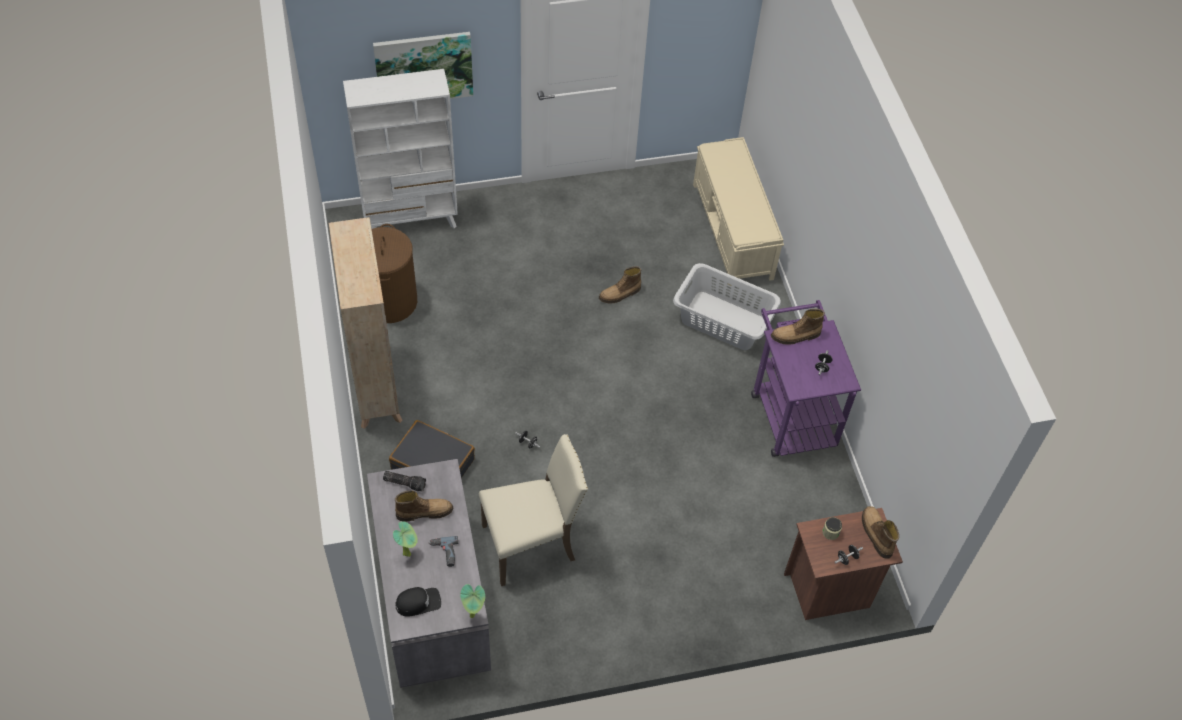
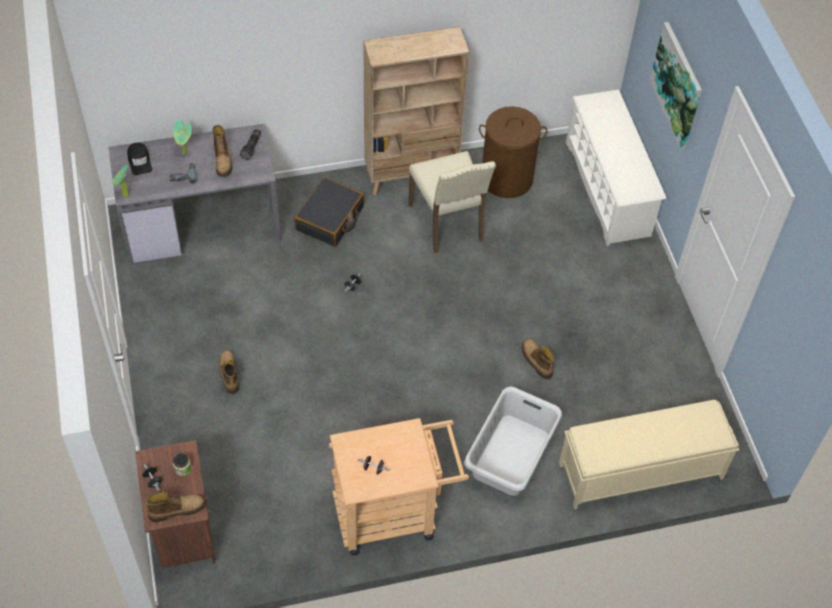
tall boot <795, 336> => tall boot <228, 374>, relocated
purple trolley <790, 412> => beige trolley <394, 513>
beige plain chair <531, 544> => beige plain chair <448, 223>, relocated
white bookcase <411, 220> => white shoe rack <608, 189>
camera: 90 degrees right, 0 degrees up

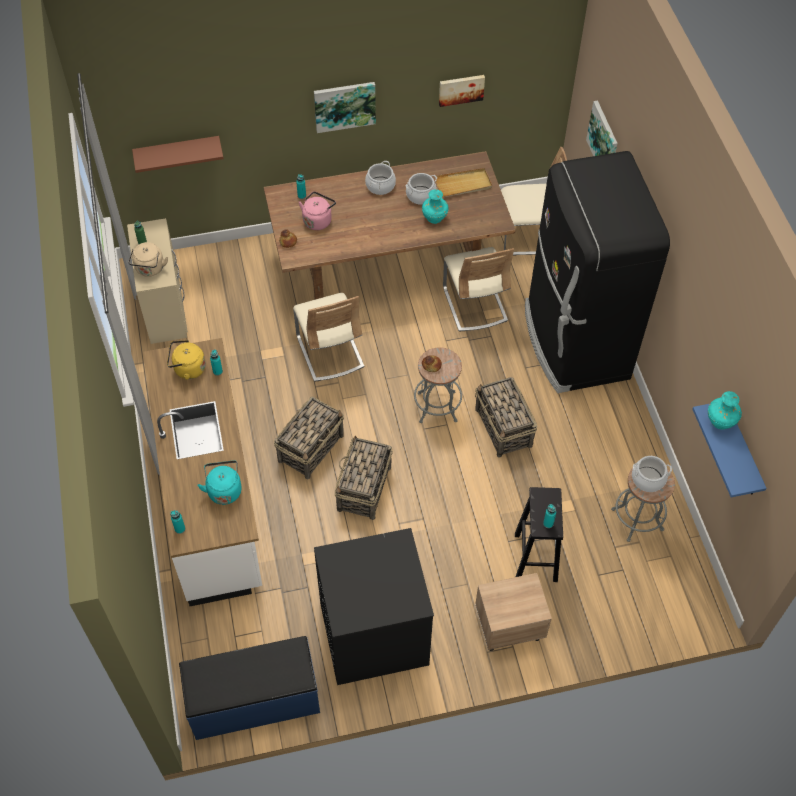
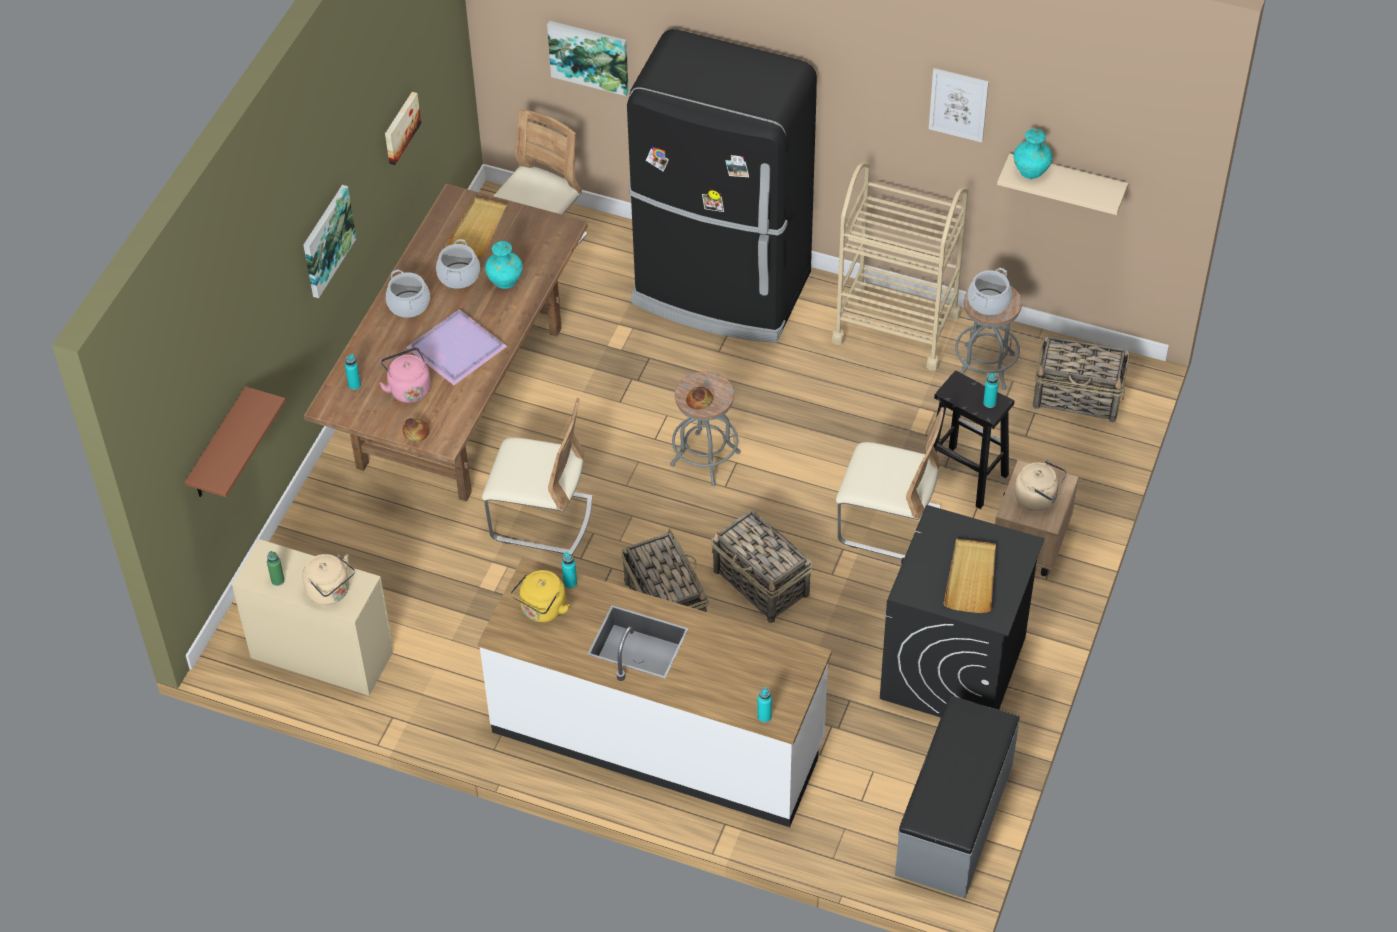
nothing => purple carrying tray <454, 349>
nothing => beige trolley <896, 327>
beige plain chair <474, 304> => beige plain chair <888, 525>, relocated
bluish bench <254, 701> => gray bench <955, 819>
nothing => wall art <958, 104>
nothing => beige carrying tray <971, 578>
bluish bracket shelf <741, 452> => beige bracket shelf <1066, 182>
nothing => beige tea kettle <1038, 498>
storage basket <503, 428> => storage basket <1078, 397>, relocated
blue-green tea kettle <224, 490> => nothing
camera: 55 degrees left, 5 degrees down

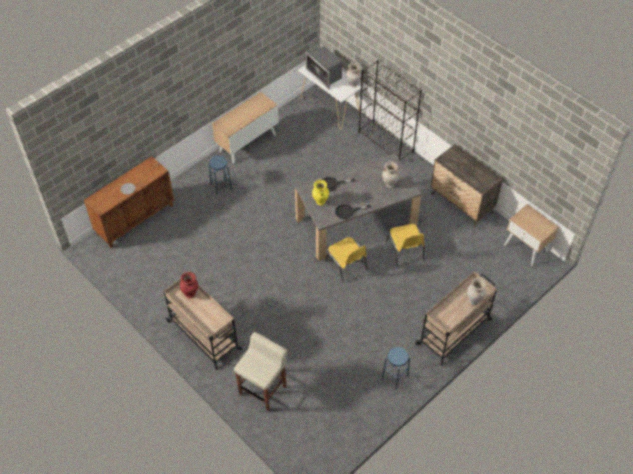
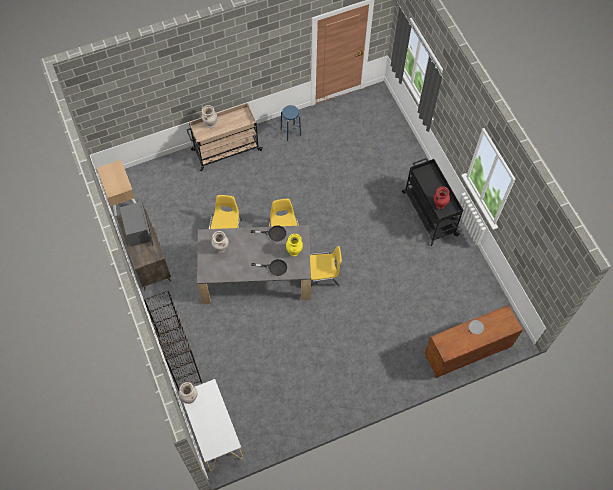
kitchen microwave <324, 74> => kitchen microwave <138, 230>, relocated
nothing => yellow-coloured plain chair <322, 275>
beige trolley <205, 336> => blackish trolley <428, 213>
bluish stool seat <221, 186> => nothing
cabinet <247, 142> => nothing
beige stool seat <263, 389> => nothing
camera: 160 degrees left, 10 degrees up

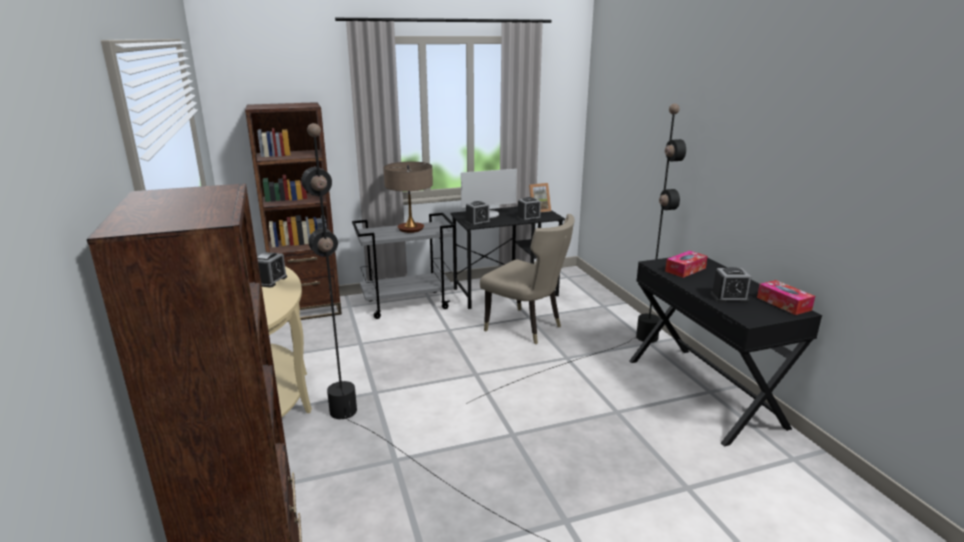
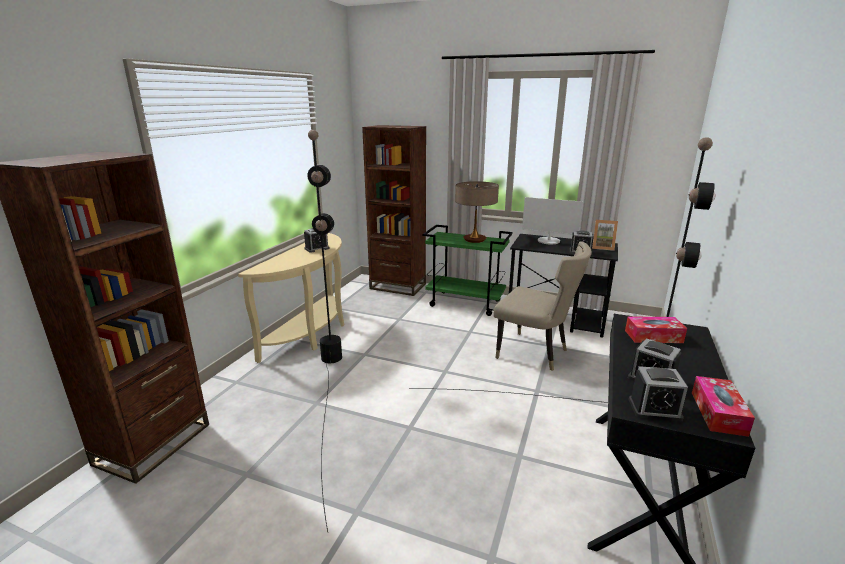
gray trolley <408, 304> => green trolley <466, 303>
beige plain chair <527, 328> => beige plain chair <535, 353>, 45 degrees counterclockwise
alarm clock <477, 222> => alarm clock <654, 409>, relocated
camera: 40 degrees right, 0 degrees up

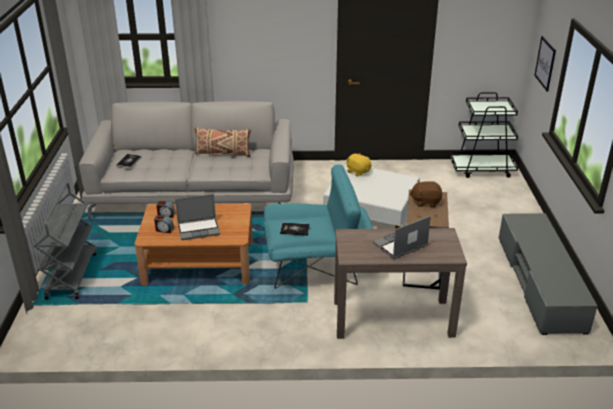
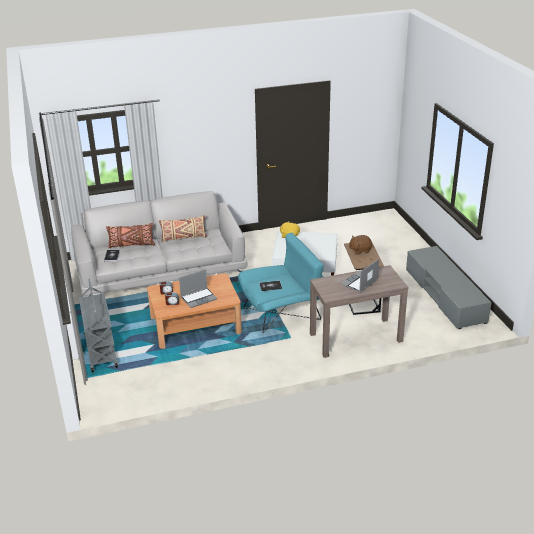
nothing => brown-coloured pillow <131, 245>
blackish trolley <482, 169> => nothing
wall art <545, 63> => nothing
camera: 15 degrees left, 0 degrees up

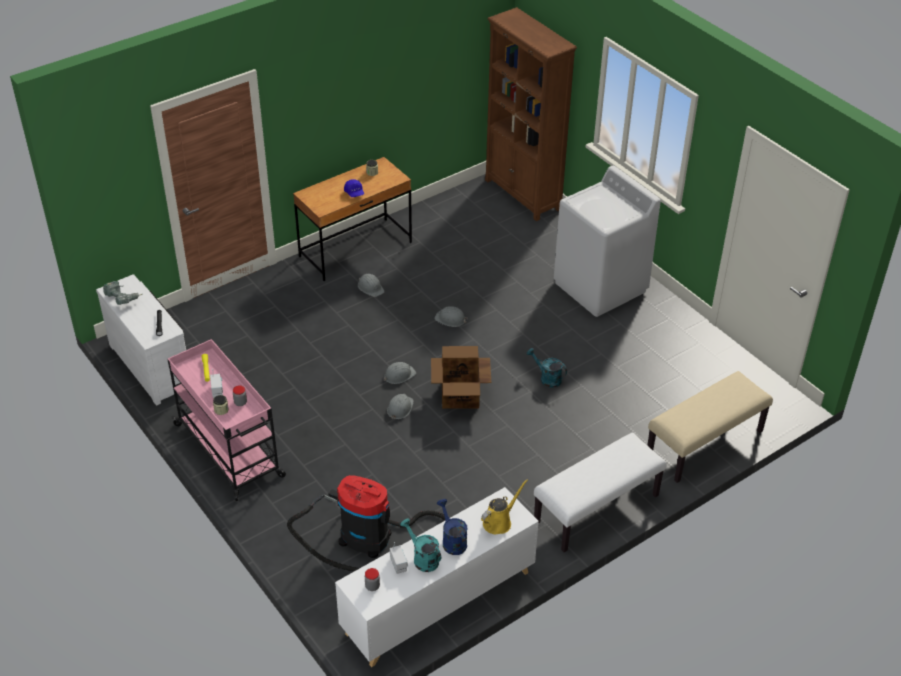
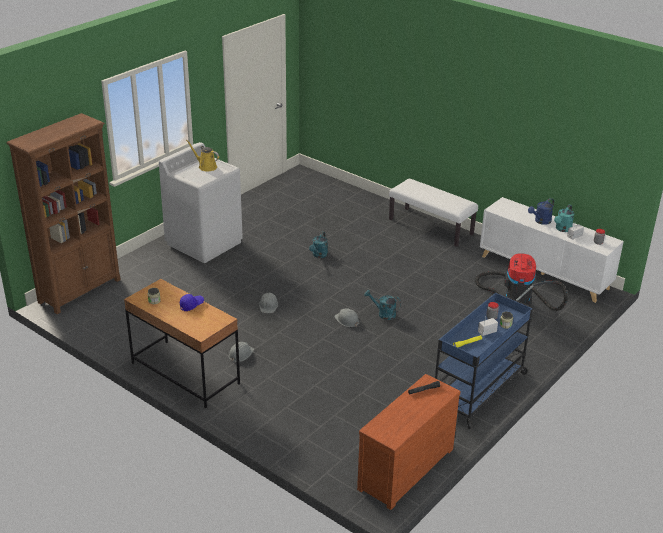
yellow-coloured watering can <499, 521> => yellow-coloured watering can <206, 167>, relocated
white chest of drawers <152, 365> => brown-coloured chest of drawers <403, 467>
gray work helmet <400, 408> => blue-green watering can <383, 314>
pink-coloured trolley <230, 451> => bluish trolley <478, 390>
power drill <123, 298> => nothing
cardboard box <460, 396> => nothing
beige bench <705, 444> => nothing
camera: 105 degrees left, 10 degrees down

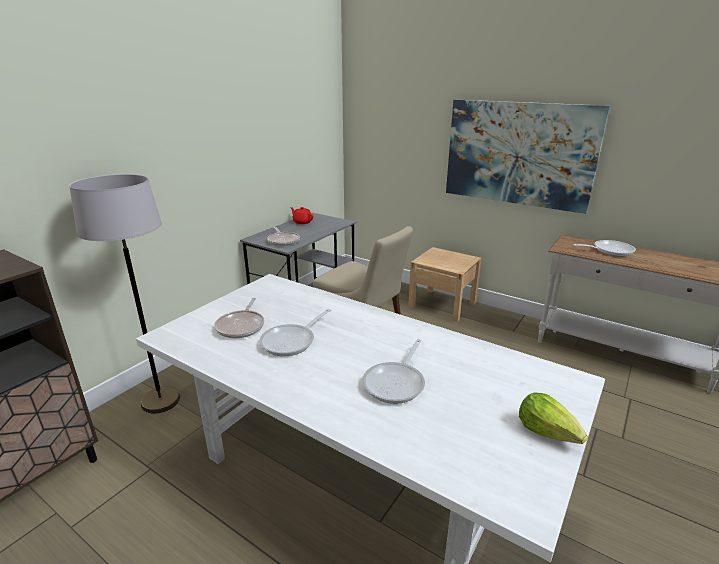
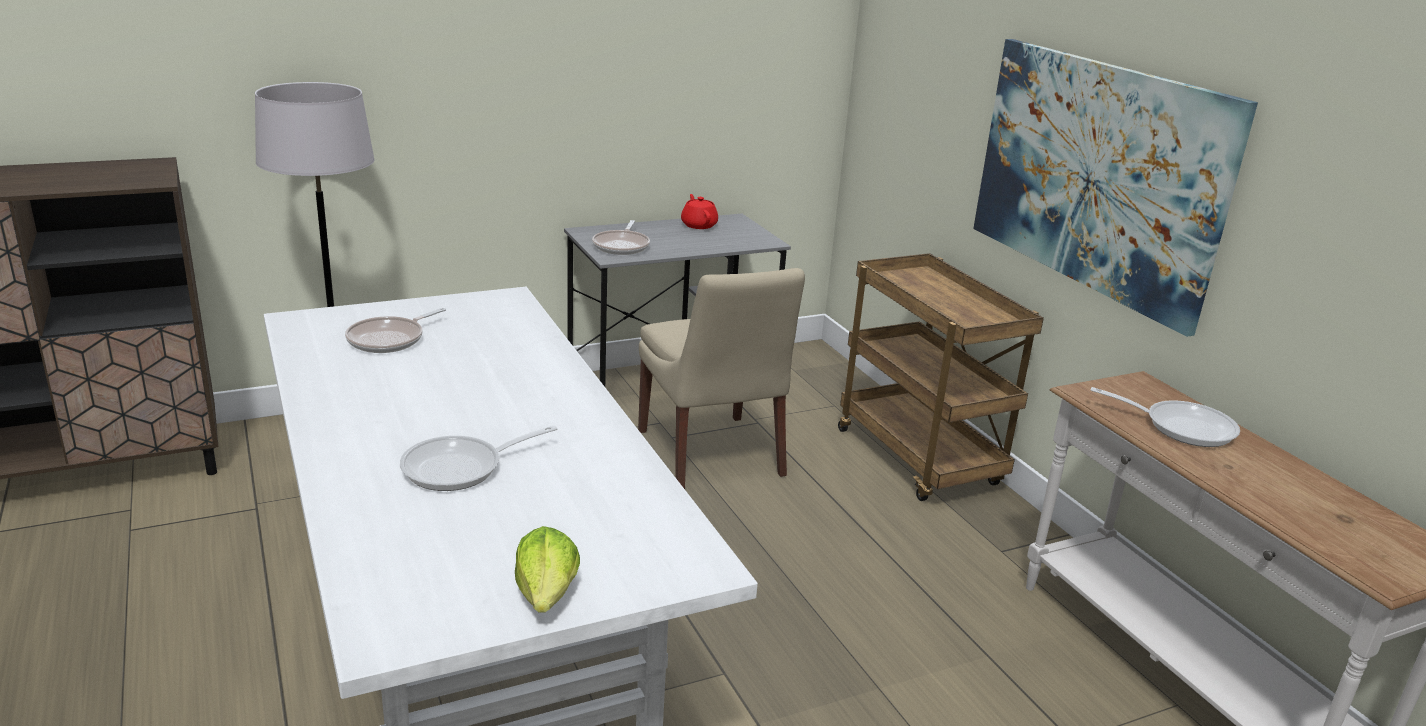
beige bedside table <442, 304> => brown-coloured trolley <920, 459>
frying pan <292, 341> => nothing
camera: 30 degrees right, 0 degrees up

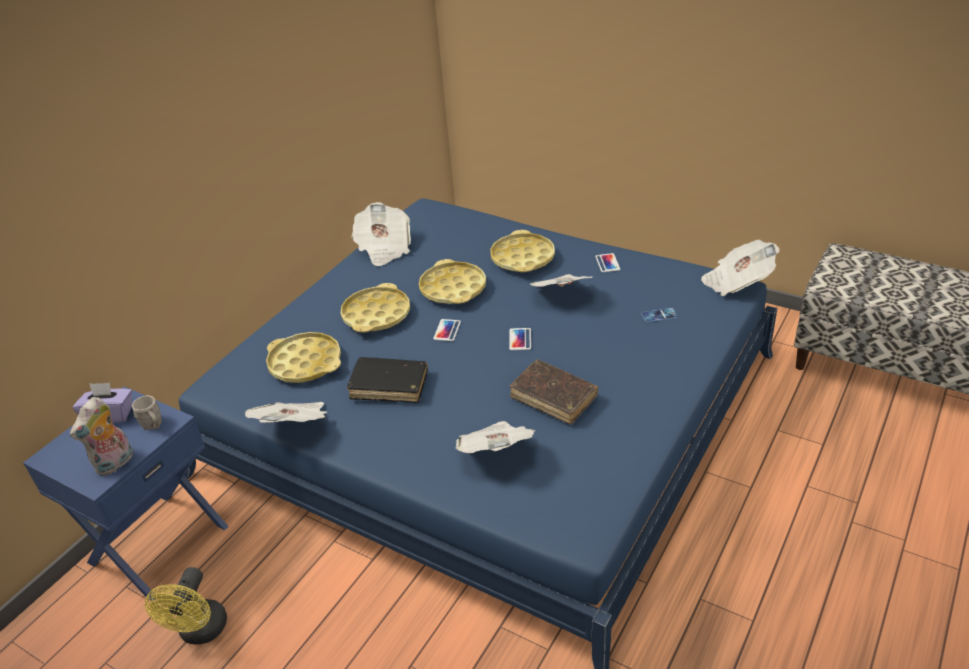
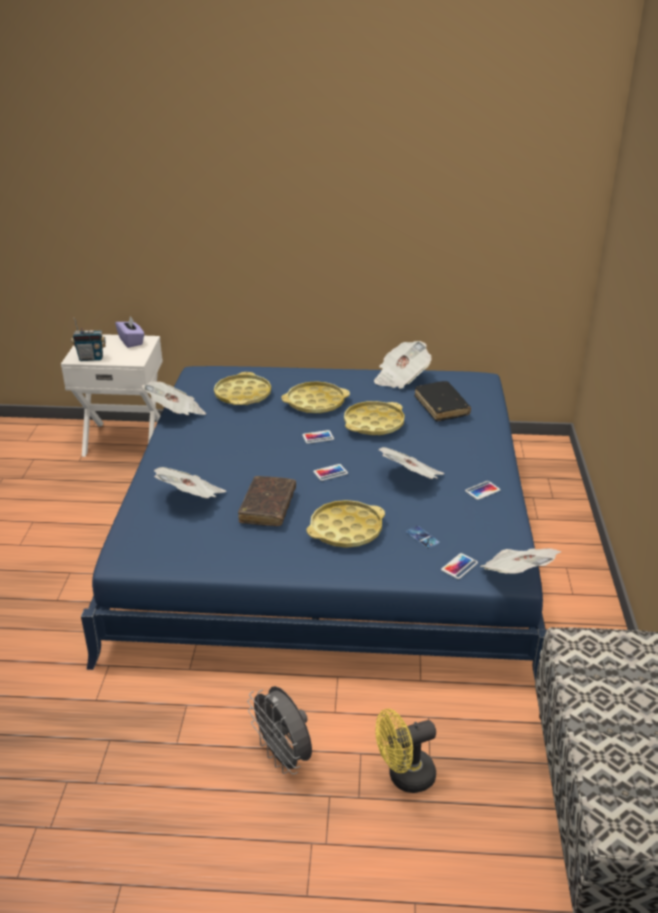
bluish bedside table <157, 543> => white bedside table <125, 439>
soft toy <115, 464> => radio <91, 358>
nothing => gray fan <284, 757>
yellow-coloured carrying tray <522, 258> => yellow-coloured carrying tray <346, 530>, relocated
yellow-coloured fan <200, 632> => yellow-coloured fan <404, 777>, relocated
blackish bound book <389, 386> => blackish bound book <441, 406>, relocated
nothing => telephone <459, 566>
gray coffee mug <154, 426> => nothing
camera: 60 degrees right, 5 degrees down

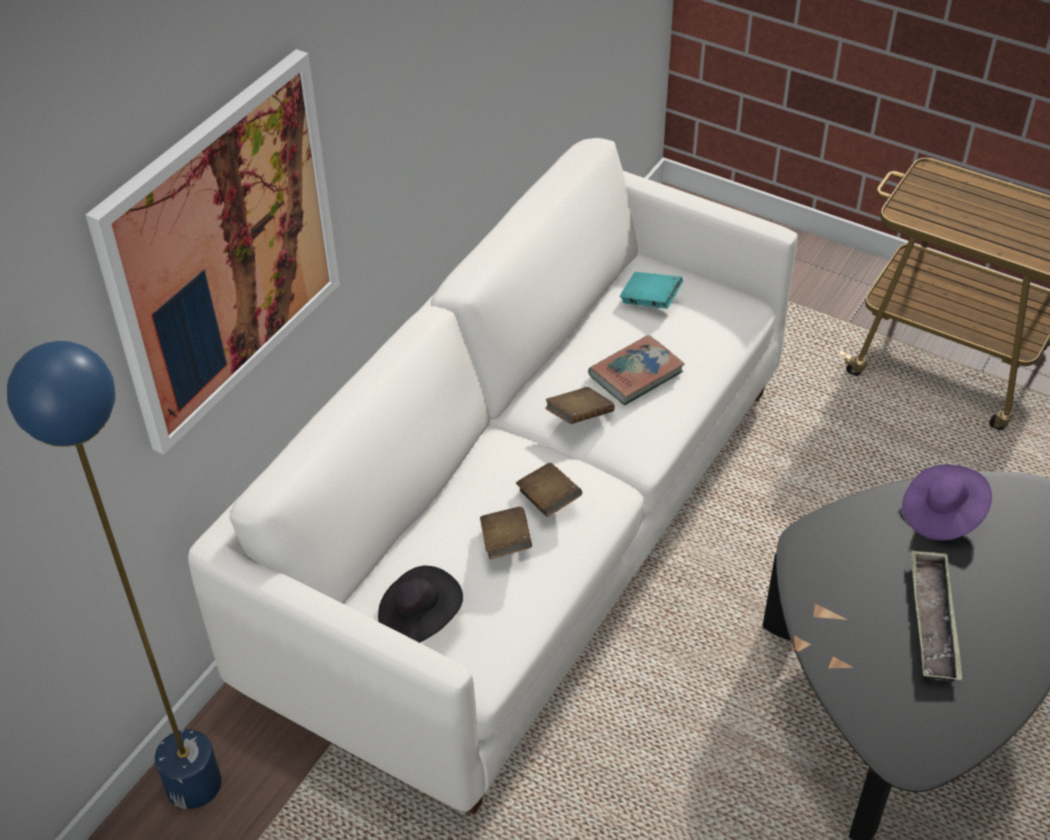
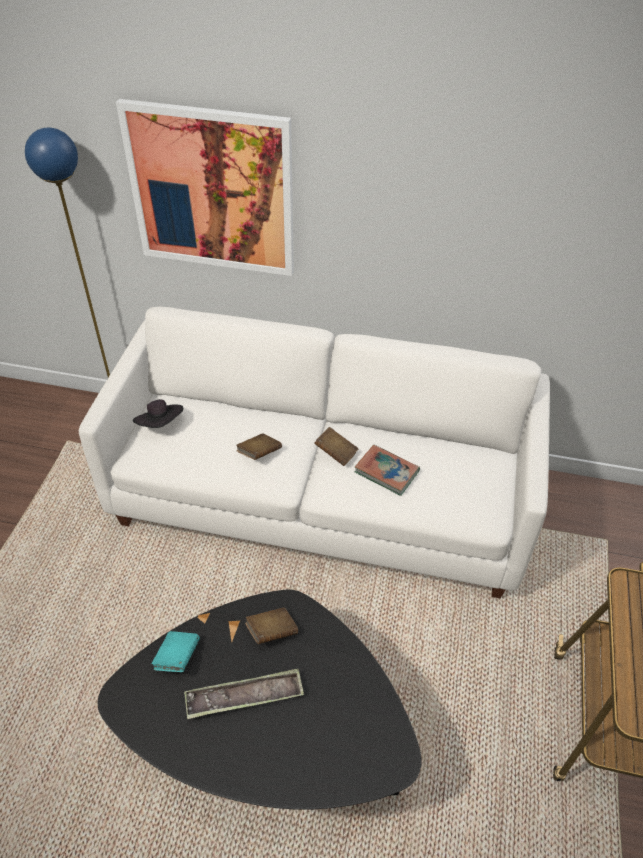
blue-green bound book <650, 300> => blue-green bound book <177, 657>, relocated
brown-coloured bound book <505, 543> => brown-coloured bound book <272, 632>, relocated
purple wearable hat <942, 515> => nothing
camera: 70 degrees right, 0 degrees up

